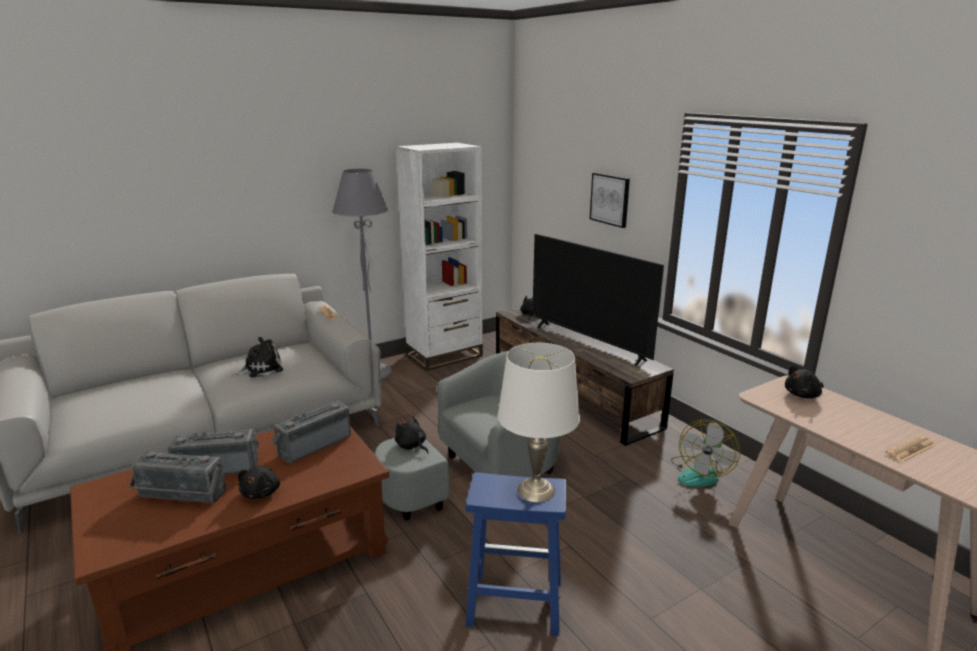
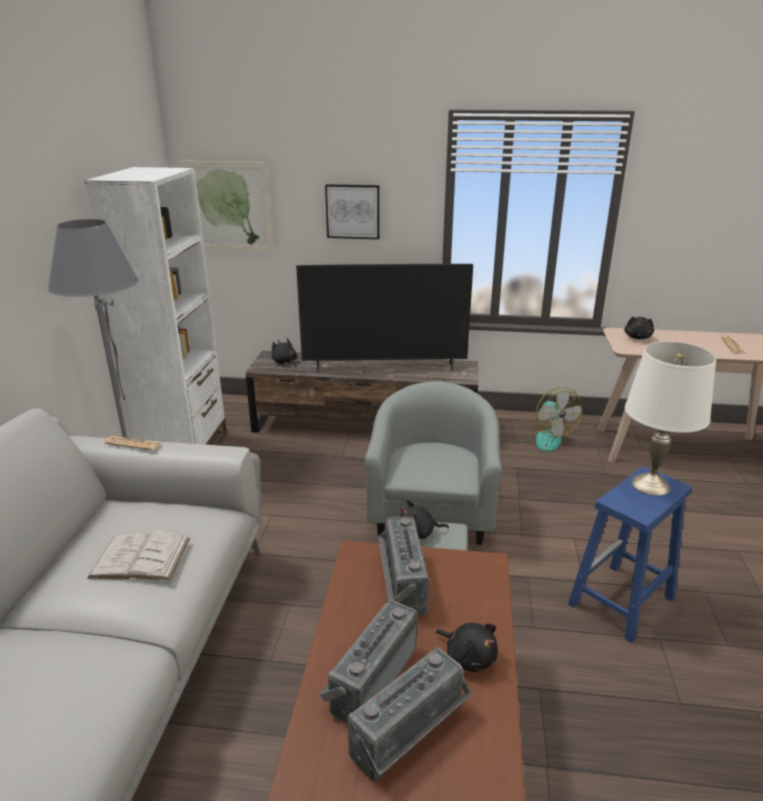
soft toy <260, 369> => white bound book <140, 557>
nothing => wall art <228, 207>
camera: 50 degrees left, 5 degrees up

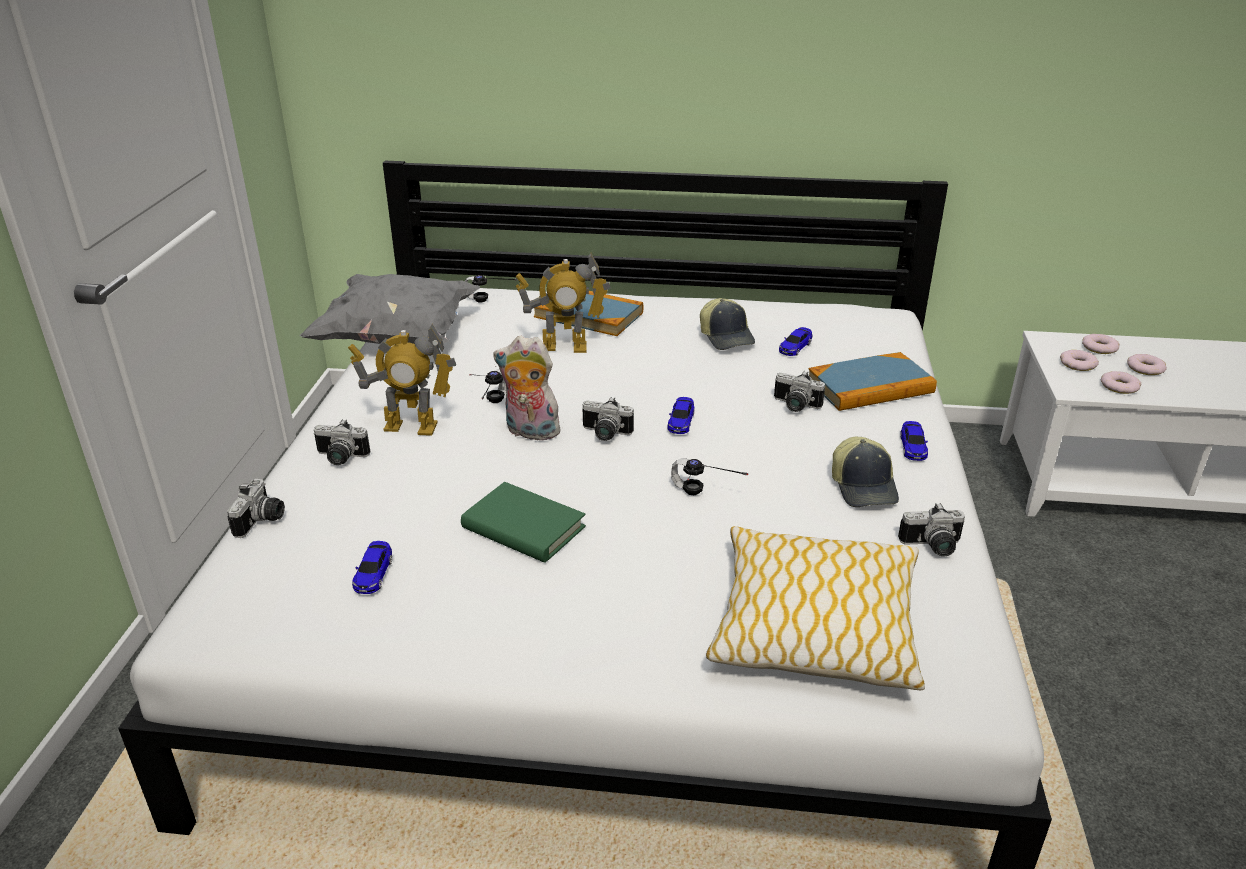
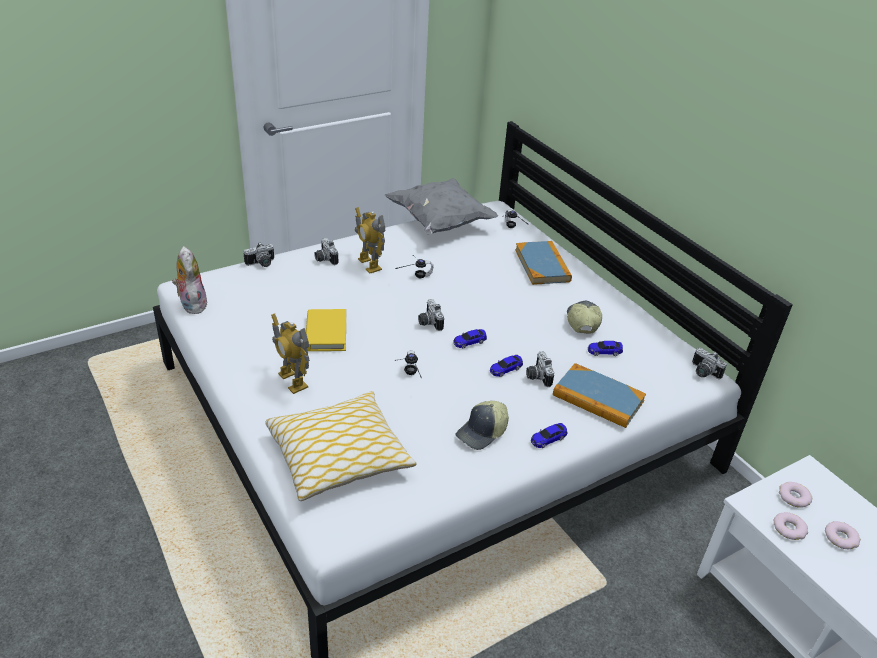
soft toy <530, 432> => soft toy <191, 304>, relocated
robot figure <565, 347> => robot figure <292, 381>, relocated
green bound book <523, 528> => yellow-coloured bound book <326, 333>
model car <373, 574> => model car <505, 369>, relocated
peaked cap <727, 337> => peaked cap <581, 321>, 150 degrees clockwise
still camera <932, 547> => still camera <703, 372>, relocated
donut <1099, 347> => nothing
camera: 50 degrees right, 5 degrees up

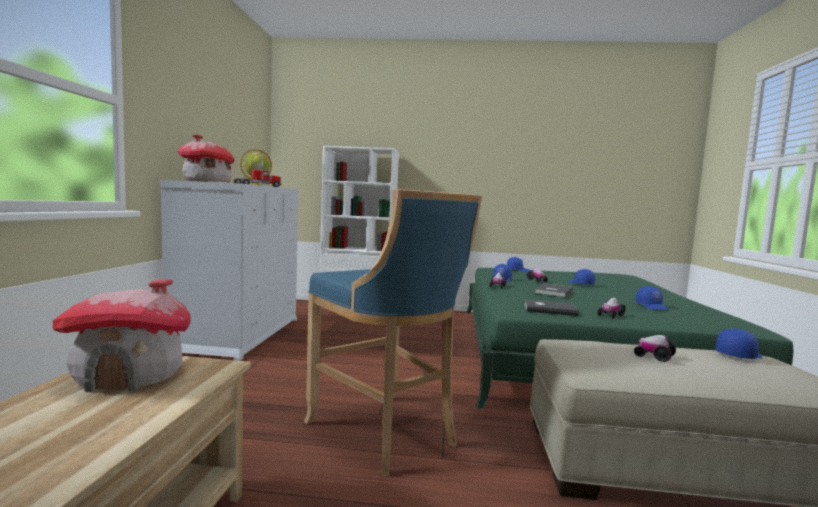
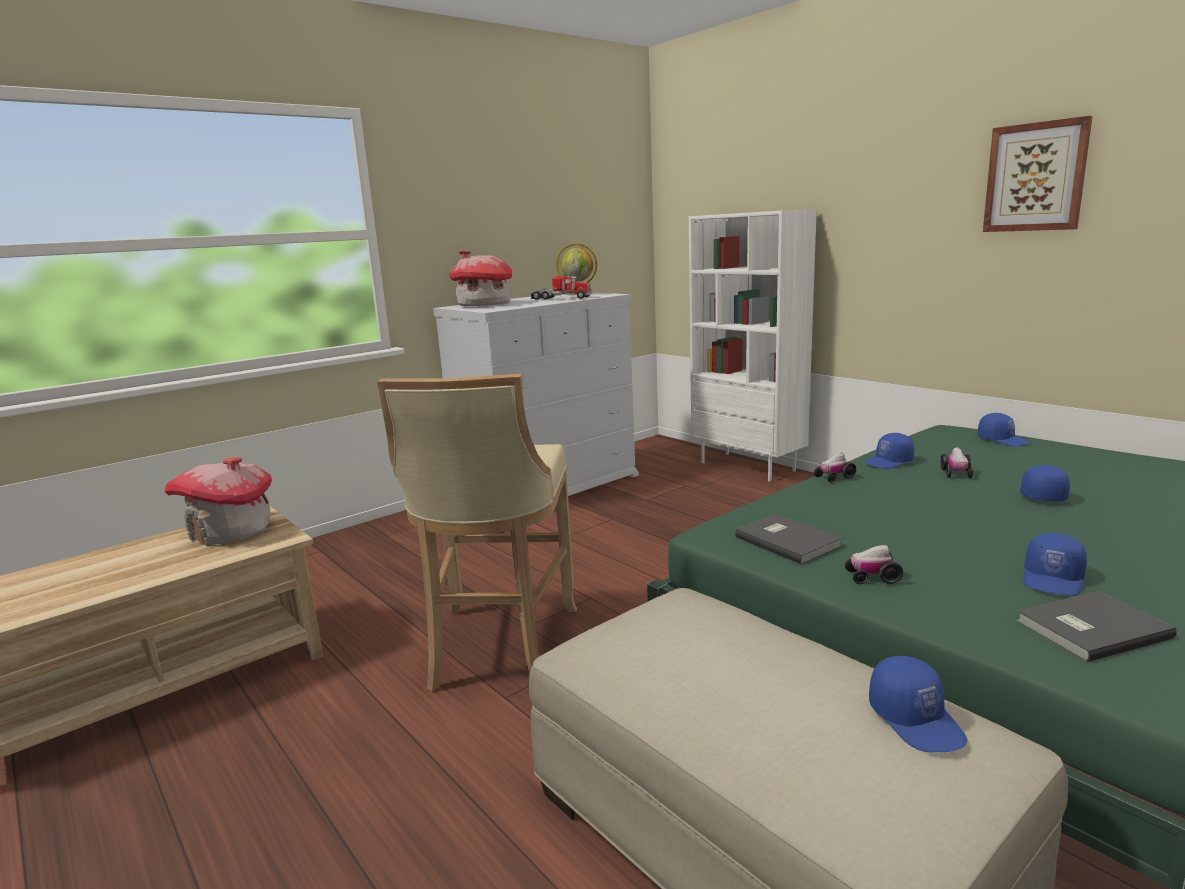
bluish stool seat <386, 434> => beige stool seat <499, 649>
bluish peaked cap <738, 355> => bluish peaked cap <917, 720>, 60 degrees clockwise
nothing => wall art <1036, 177>
gray bound book <552, 292> => gray bound book <1088, 628>, relocated
model car <653, 357> => nothing
camera: 45 degrees right, 10 degrees up

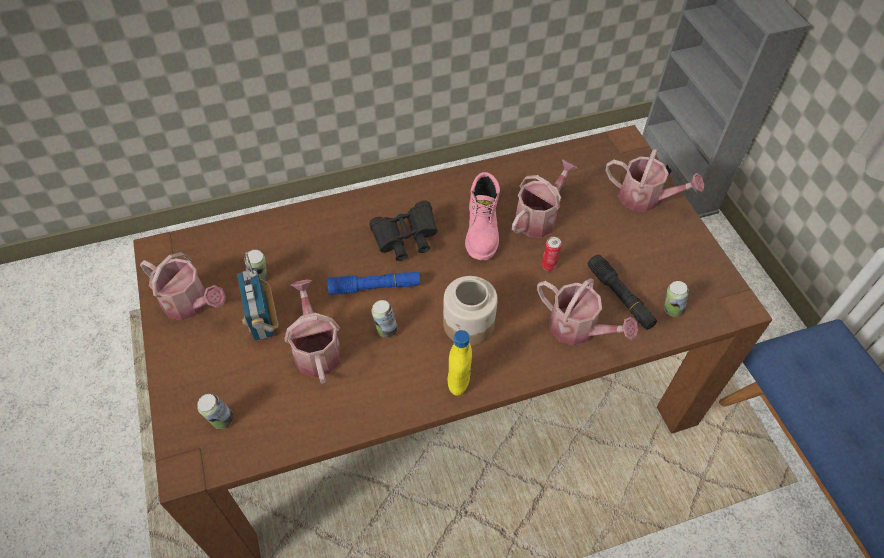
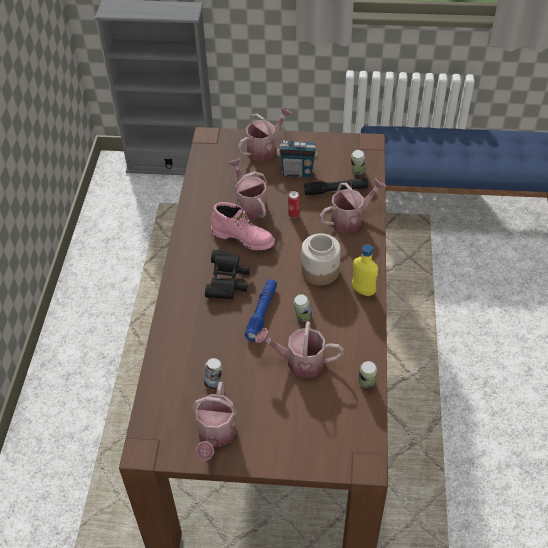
watering can <190, 304> => watering can <216, 435>, 135 degrees clockwise
radio <262, 321> => radio <297, 172>, relocated
metal can <220, 420> => metal can <366, 383>, relocated
camera: 65 degrees left, 5 degrees down

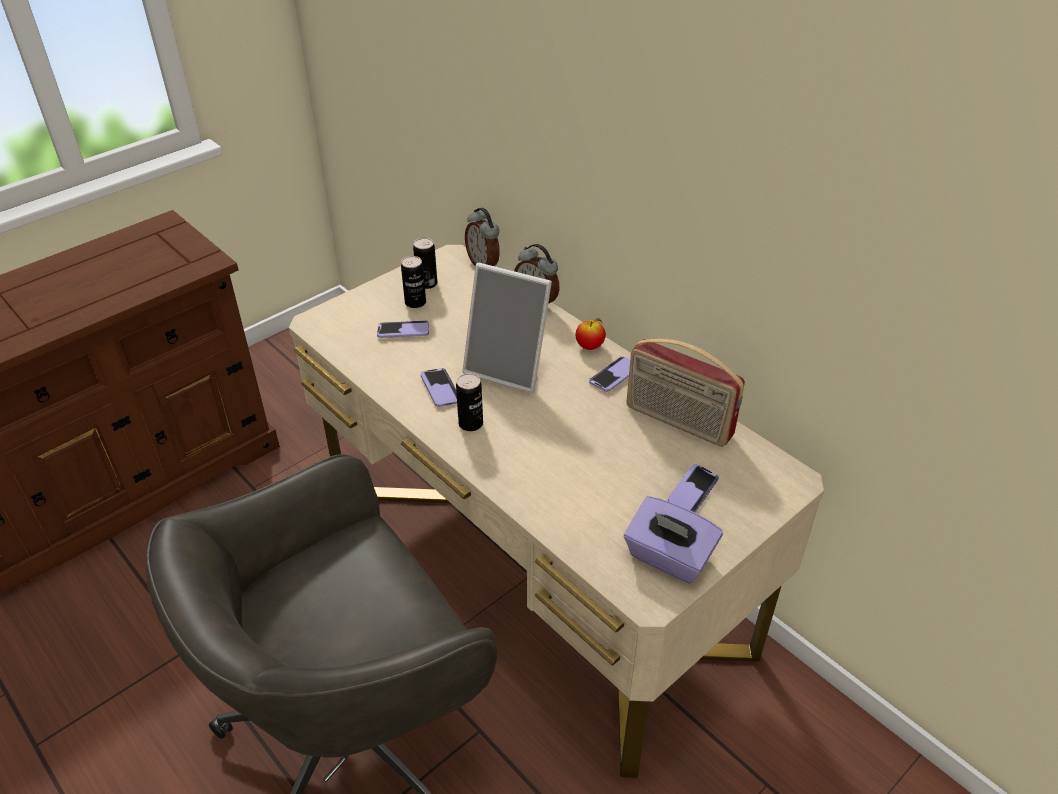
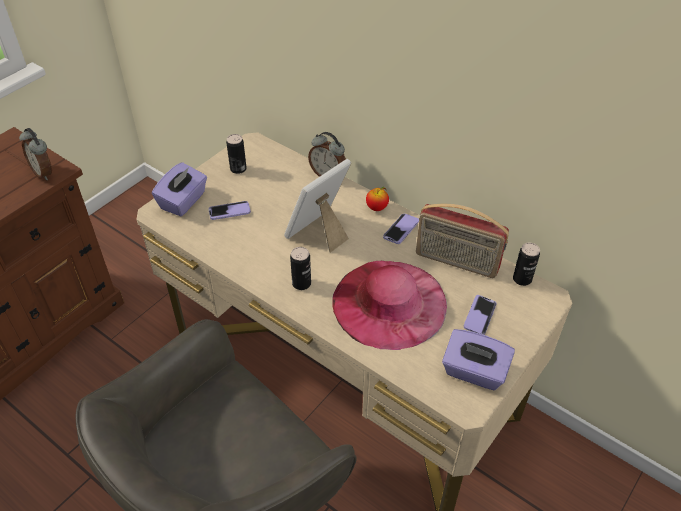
alarm clock <484, 264> => alarm clock <44, 172>, relocated
nothing => purple tissue holder <183, 201>
photo frame <509, 367> => photo frame <320, 233>, 120 degrees clockwise
nothing => pink-coloured wearable hat <389, 303>
metal can <415, 302> => metal can <522, 279>, relocated
telephone <440, 388> => nothing
camera: 10 degrees left, 5 degrees up

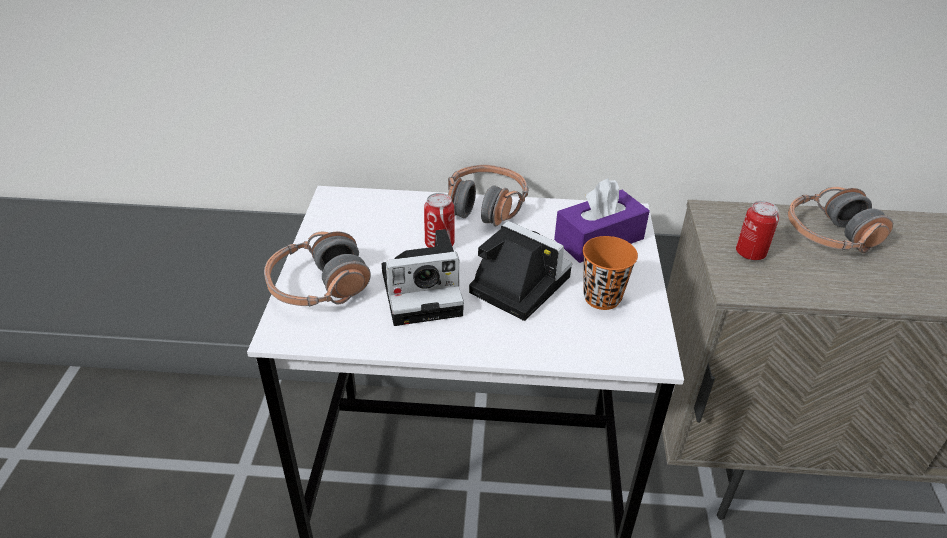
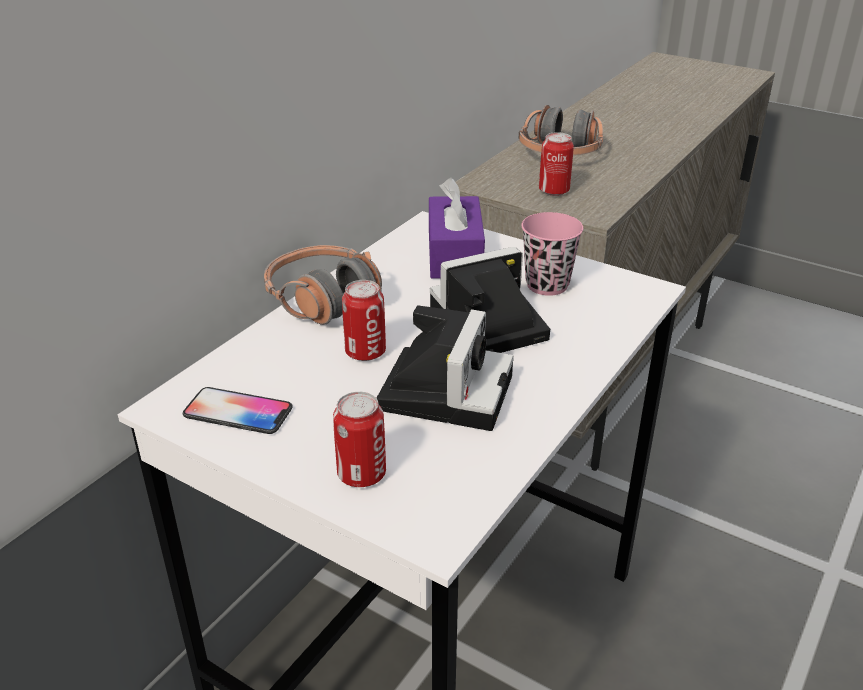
nothing => telephone <238, 412>
headphones <318, 286> => metal can <361, 474>
orangey drinking cup <602, 298> => pink-coloured drinking cup <547, 285>
camera: 60 degrees left, 5 degrees down

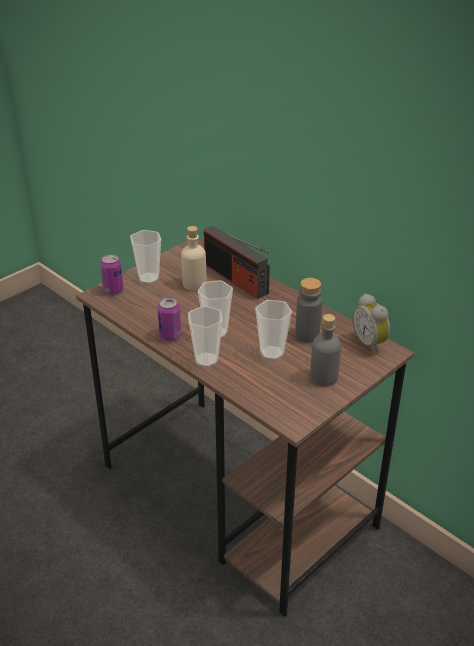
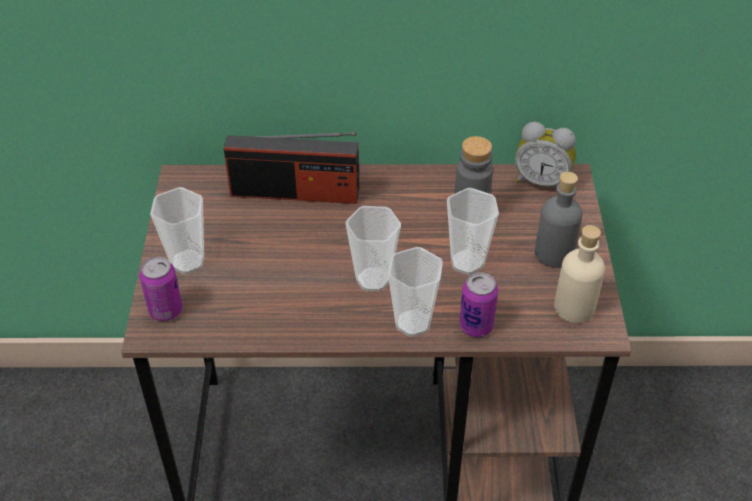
metal can <170, 336> => metal can <476, 326>, relocated
beige drink bottle <194, 284> => beige drink bottle <574, 307>, relocated
camera: 45 degrees left, 10 degrees up

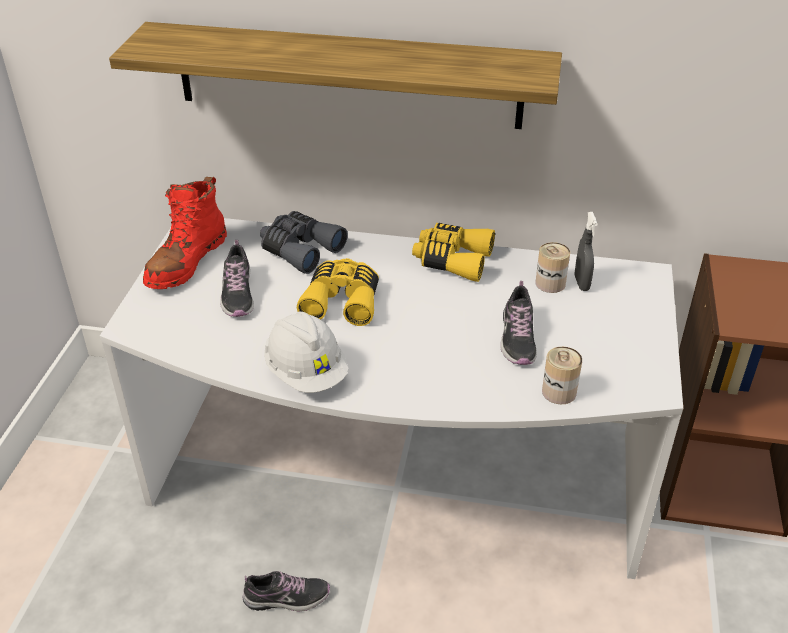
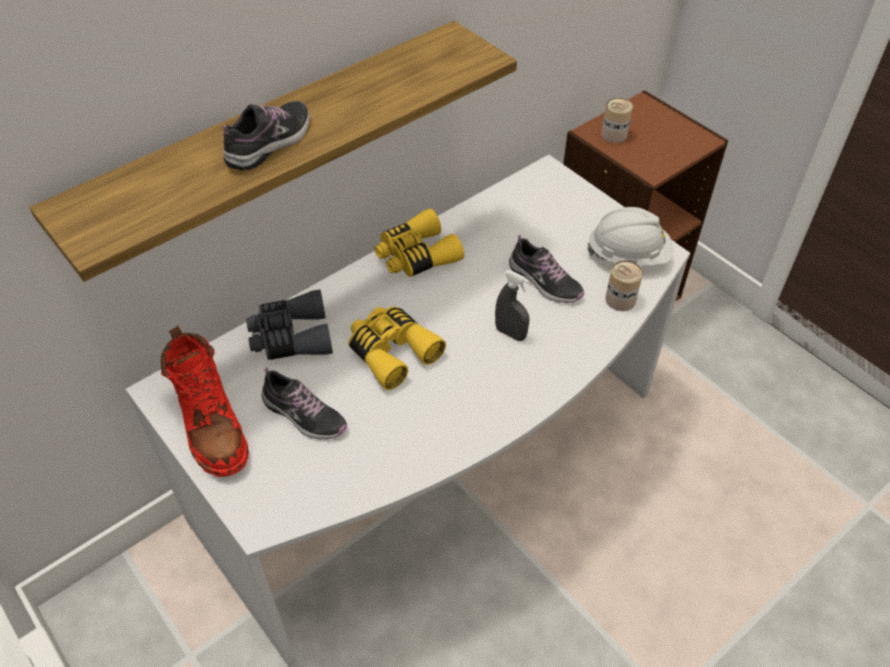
item of footwear <286, 598> => item of footwear <270, 143>, relocated
gray sprayer <581, 283> => gray sprayer <510, 333>, relocated
white work helmet <306, 373> => white work helmet <628, 256>, relocated
metal can <550, 283> => metal can <614, 134>, relocated
camera: 50 degrees left, 10 degrees up

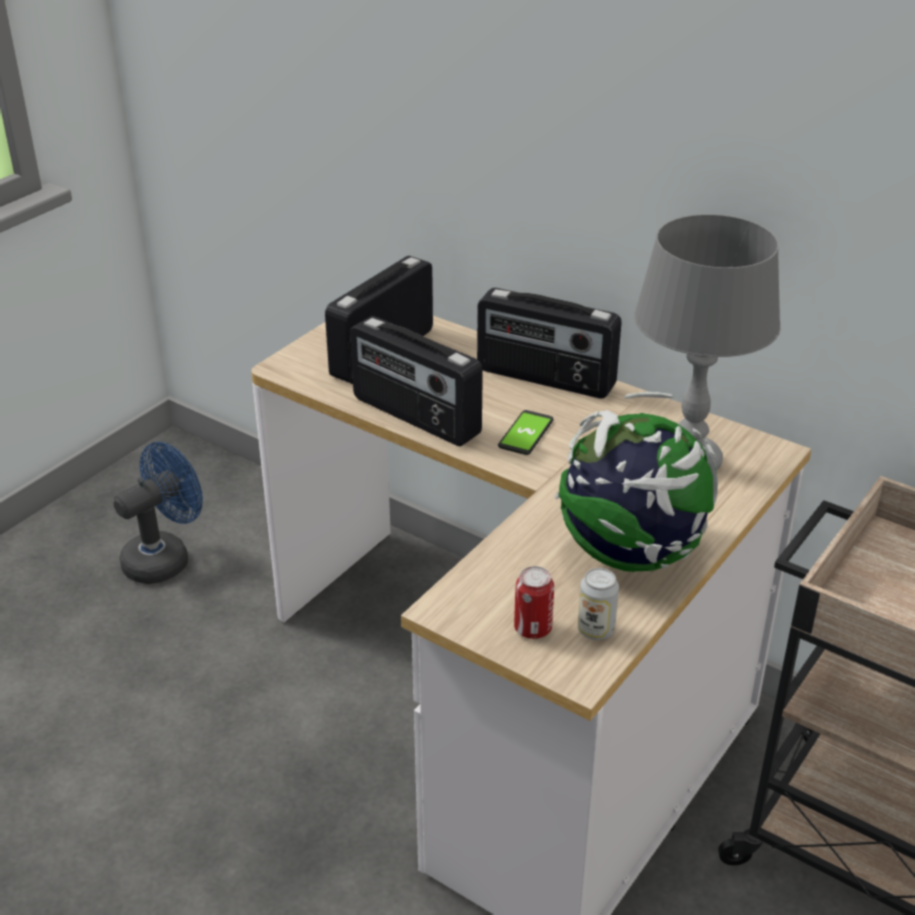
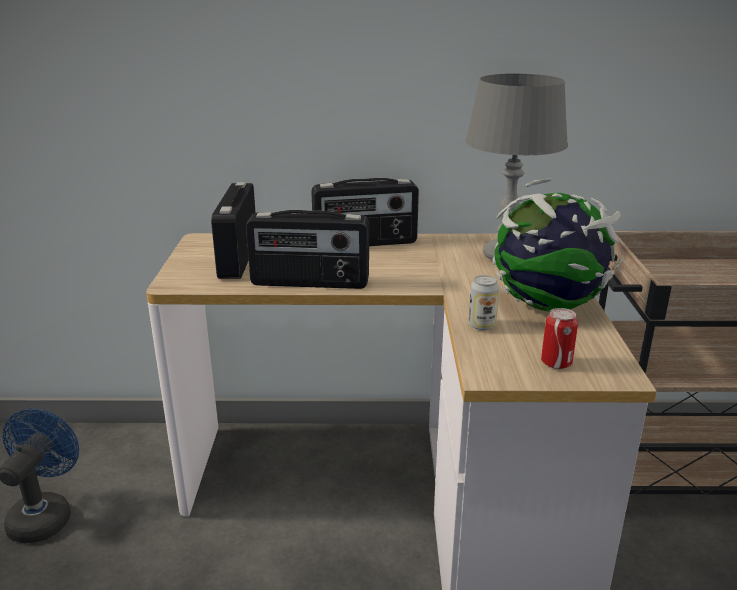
metal can <596, 630> => metal can <481, 325>, relocated
telephone <525, 433> => nothing
camera: 35 degrees left, 10 degrees down

